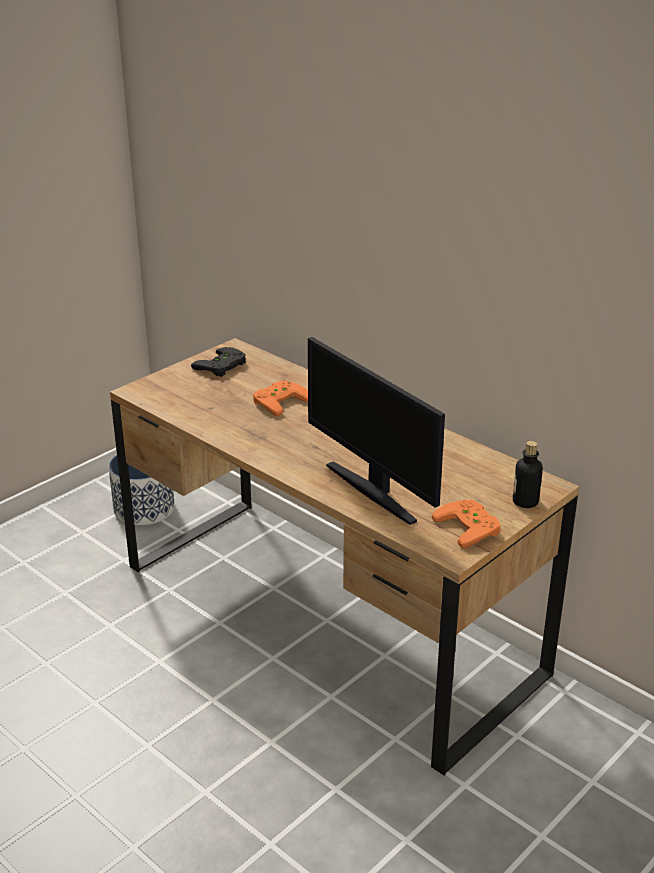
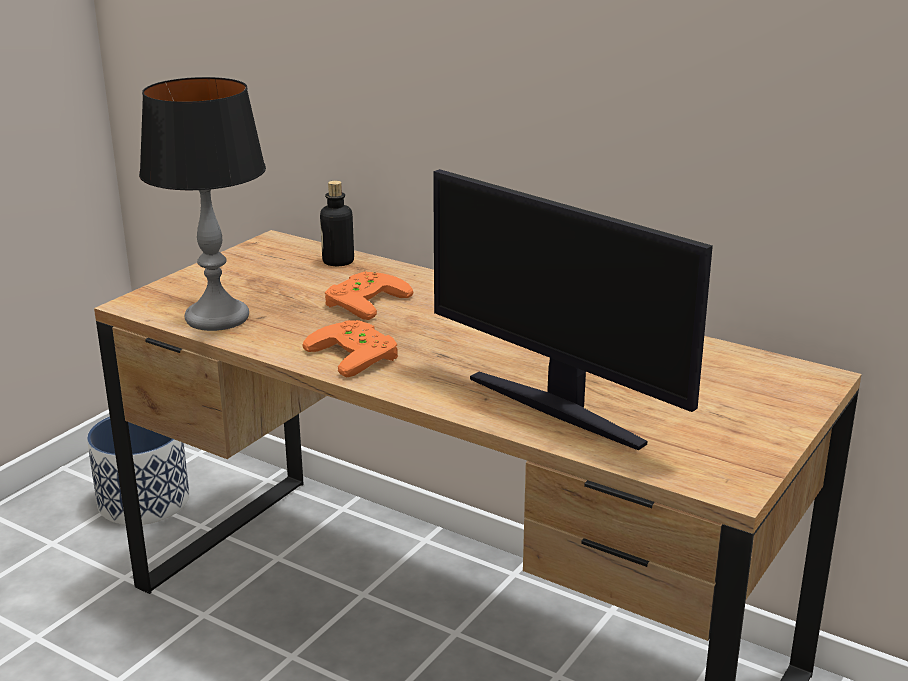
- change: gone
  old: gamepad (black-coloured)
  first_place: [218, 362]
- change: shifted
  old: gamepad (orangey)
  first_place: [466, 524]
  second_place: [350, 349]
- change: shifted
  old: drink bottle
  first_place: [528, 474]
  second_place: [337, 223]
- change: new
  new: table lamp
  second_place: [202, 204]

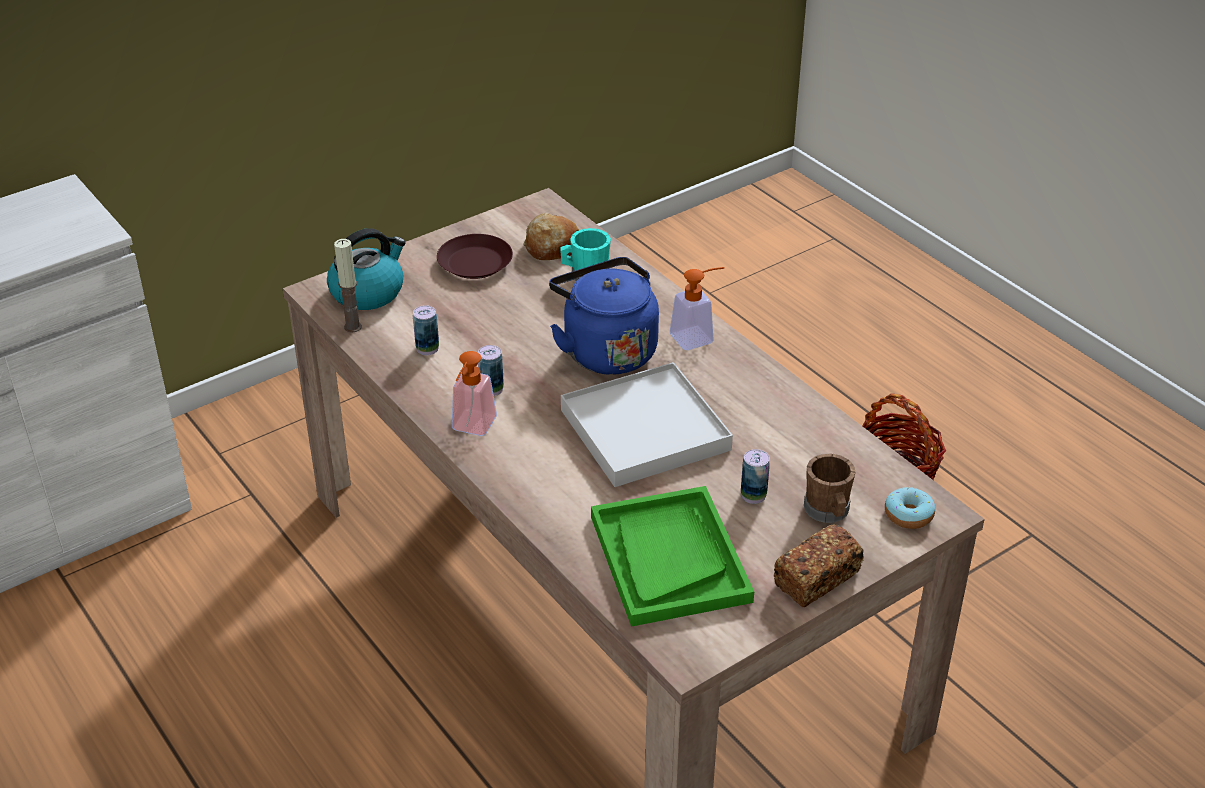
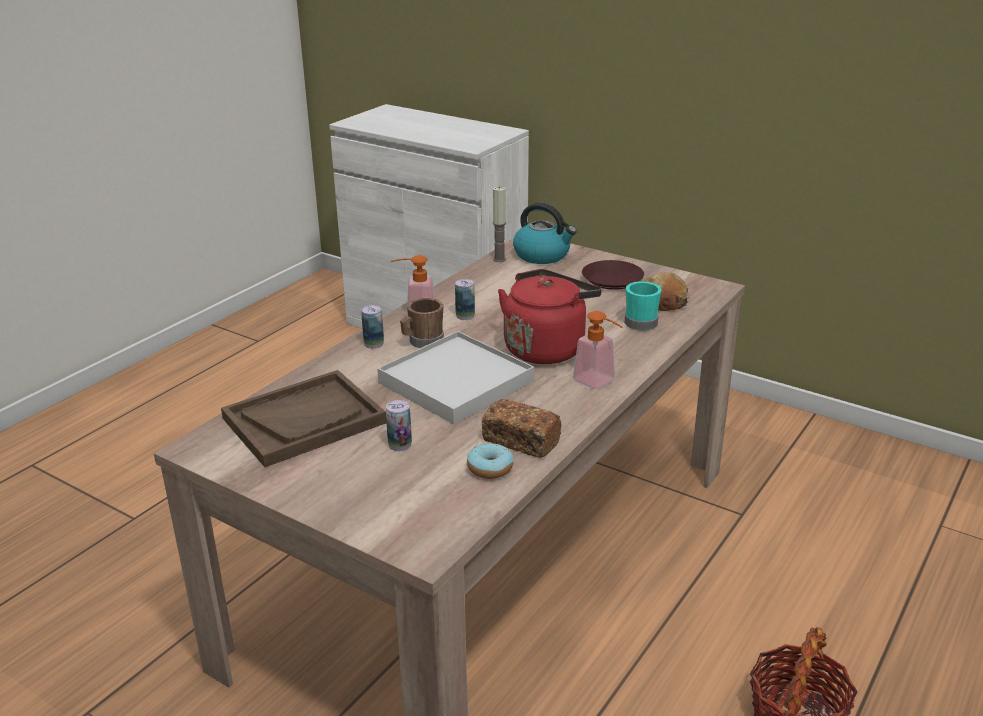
- change: shifted
  old: sealed can
  first_place: [426, 330]
  second_place: [372, 327]
- change: repainted
  old: tea kettle (blue-coloured)
  new: tea kettle (reddish)
  first_place: [604, 316]
  second_place: [550, 316]
- change: repainted
  old: serving tray (green)
  new: serving tray (brown)
  first_place: [672, 556]
  second_place: [303, 418]
- change: shifted
  old: bread
  first_place: [819, 565]
  second_place: [521, 428]
- change: shifted
  old: mug (brown)
  first_place: [829, 488]
  second_place: [422, 323]
- change: shifted
  old: donut
  first_place: [910, 508]
  second_place: [490, 461]

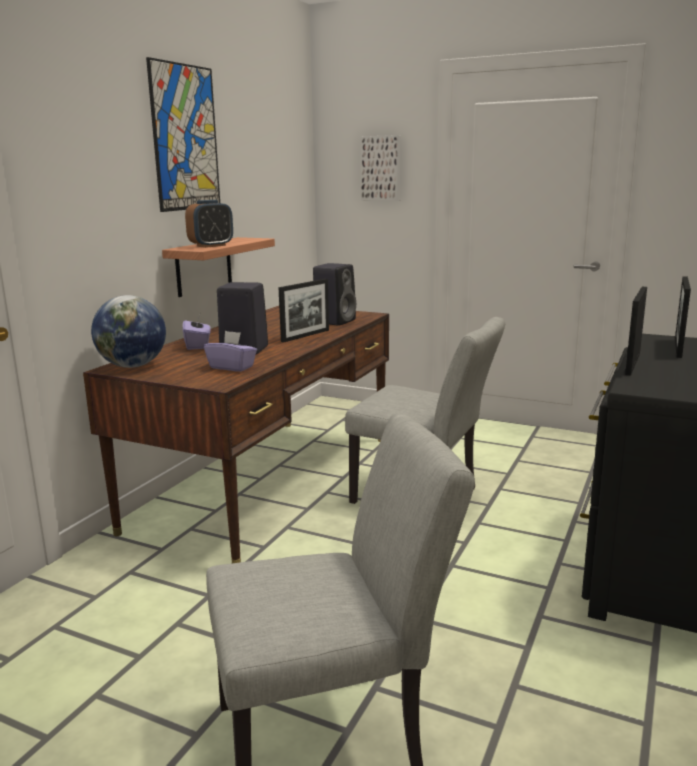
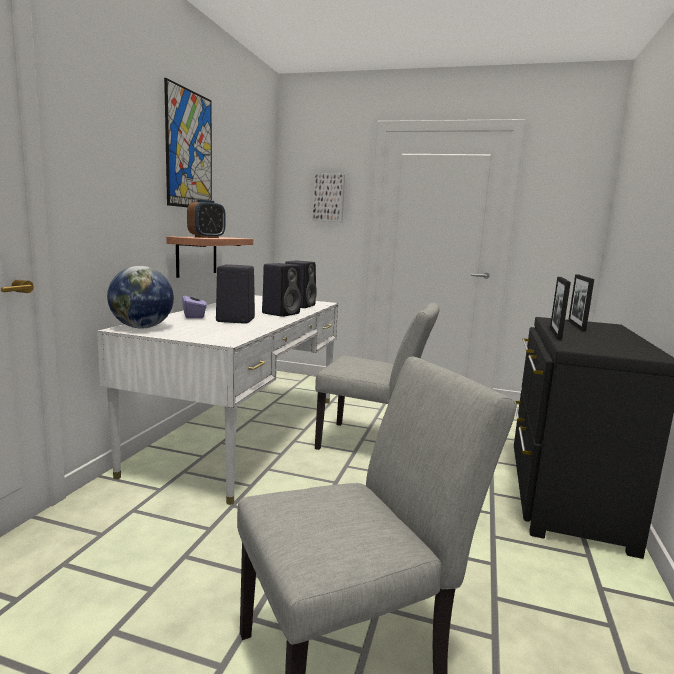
- change: repainted
  old: desk table (brown)
  new: desk table (white-coloured)
  first_place: [236, 434]
  second_place: [217, 400]
- change: gone
  old: box of tissues (purple-coloured)
  first_place: [230, 351]
- change: swapped
  old: standing frame
  new: loudspeaker (black-coloured)
  first_place: [303, 311]
  second_place: [281, 290]

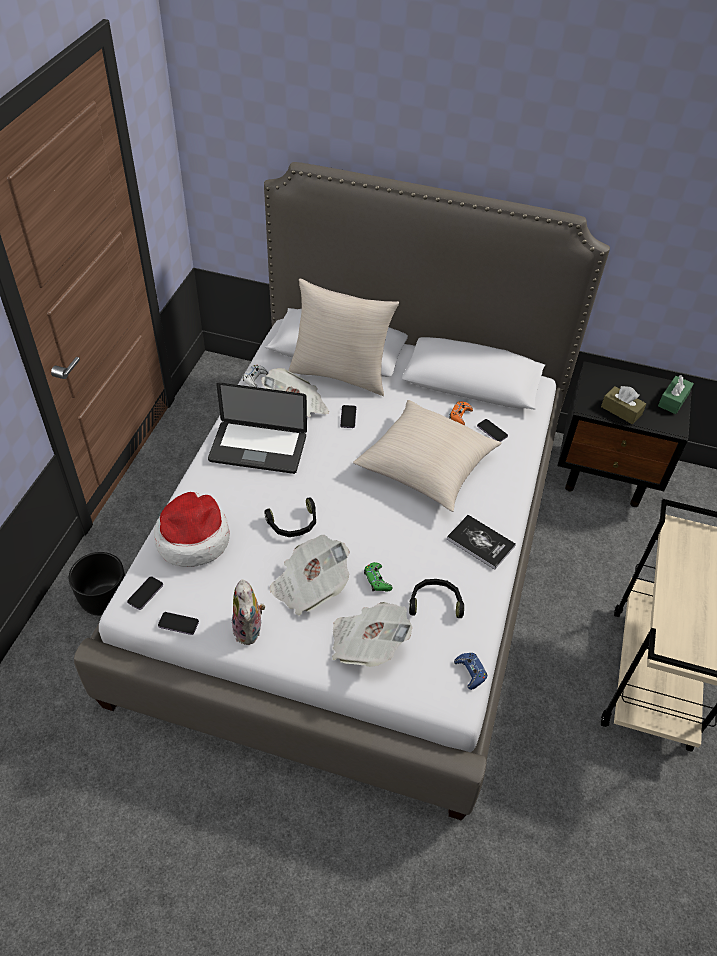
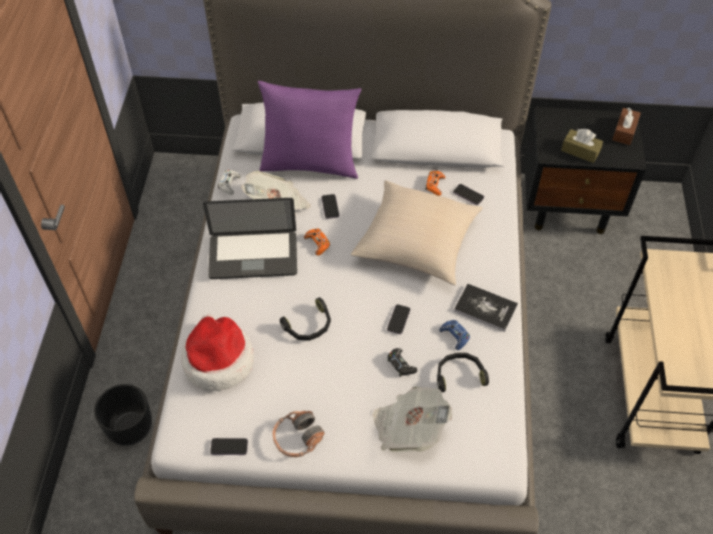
- change: shifted
  old: phone
  first_place: [145, 593]
  second_place: [398, 319]
- change: swapped
  old: soft toy
  new: headset
  first_place: [248, 612]
  second_place: [299, 434]
- change: gone
  old: daily paper
  first_place: [310, 575]
- change: repainted
  old: throw pillow (beige)
  new: throw pillow (purple-coloured)
  first_place: [343, 337]
  second_place: [309, 130]
- change: repainted
  old: gamepad (green)
  new: gamepad (black-coloured)
  first_place: [378, 577]
  second_place: [402, 362]
- change: shifted
  old: gamepad (blue-coloured)
  first_place: [470, 671]
  second_place: [454, 335]
- change: repainted
  old: box of tissues (green)
  new: box of tissues (brown)
  first_place: [676, 394]
  second_place: [626, 126]
- change: new
  new: gamepad (orangey)
  second_place: [317, 242]

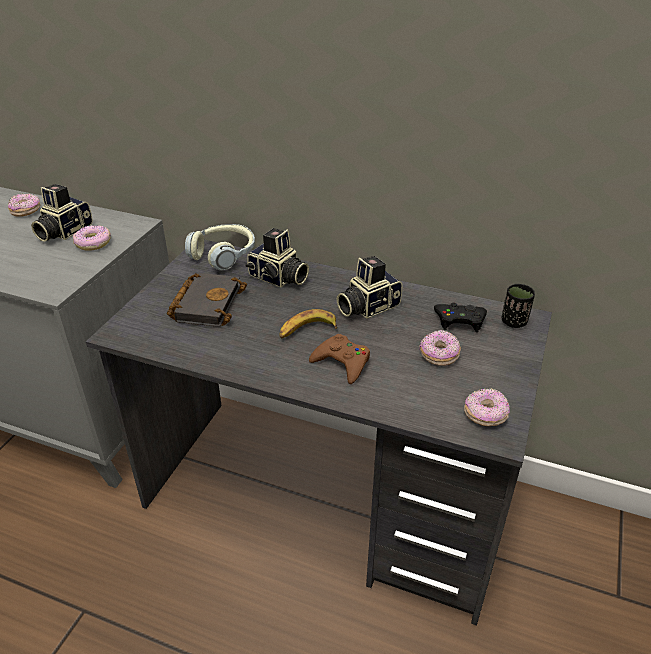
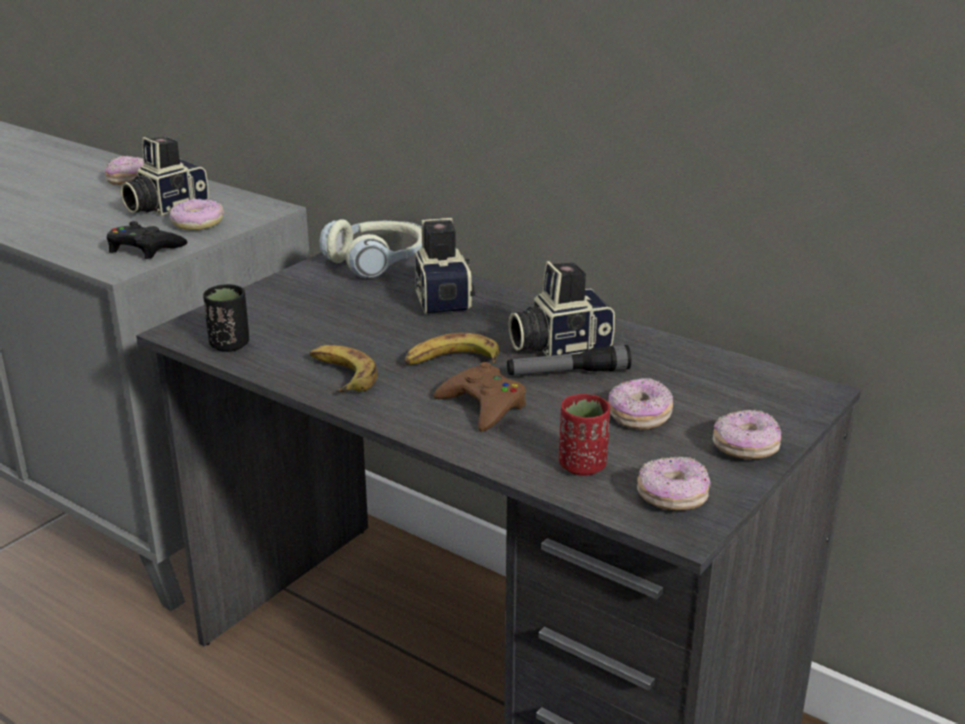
- change: gone
  old: book (black-coloured)
  first_place: [207, 300]
- change: rotated
  old: still camera
  first_place: [277, 257]
  second_place: [445, 266]
  degrees: -150
- change: shifted
  old: gamepad (black-coloured)
  first_place: [460, 317]
  second_place: [147, 240]
- change: shifted
  old: small cup (black-coloured)
  first_place: [518, 306]
  second_place: [226, 318]
- change: new
  new: banana
  second_place: [343, 368]
- change: new
  new: torch
  second_place: [569, 360]
- change: new
  new: small cup (reddish)
  second_place: [584, 435]
- change: new
  new: donut
  second_place: [747, 434]

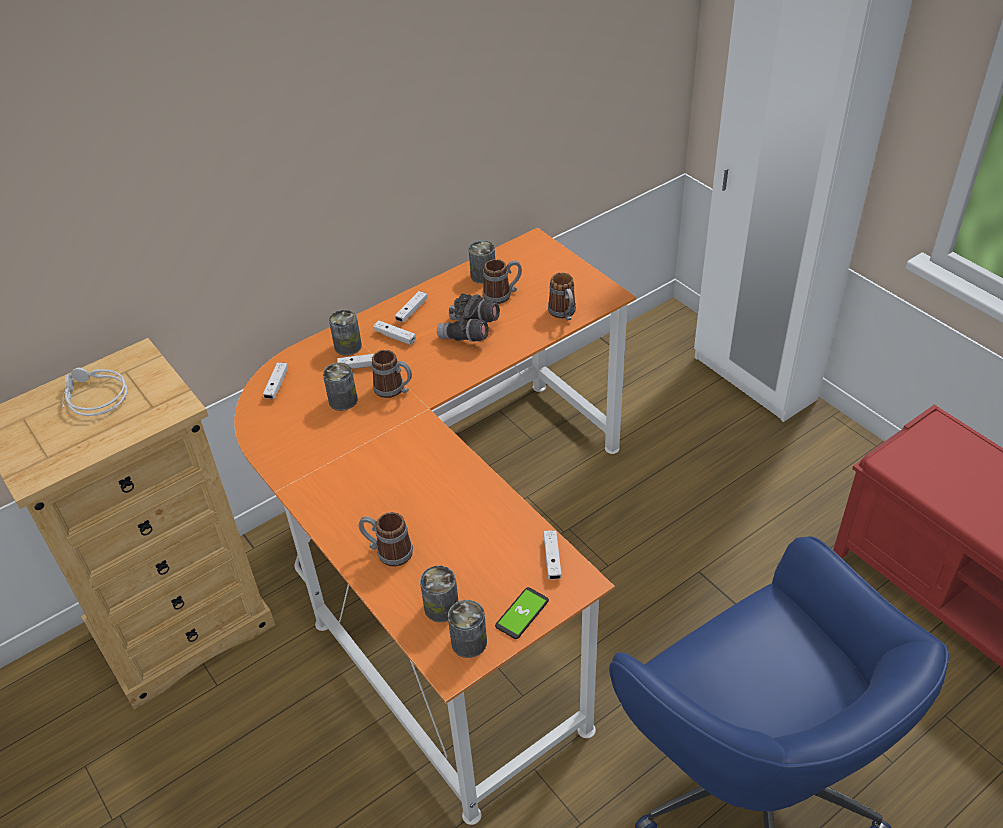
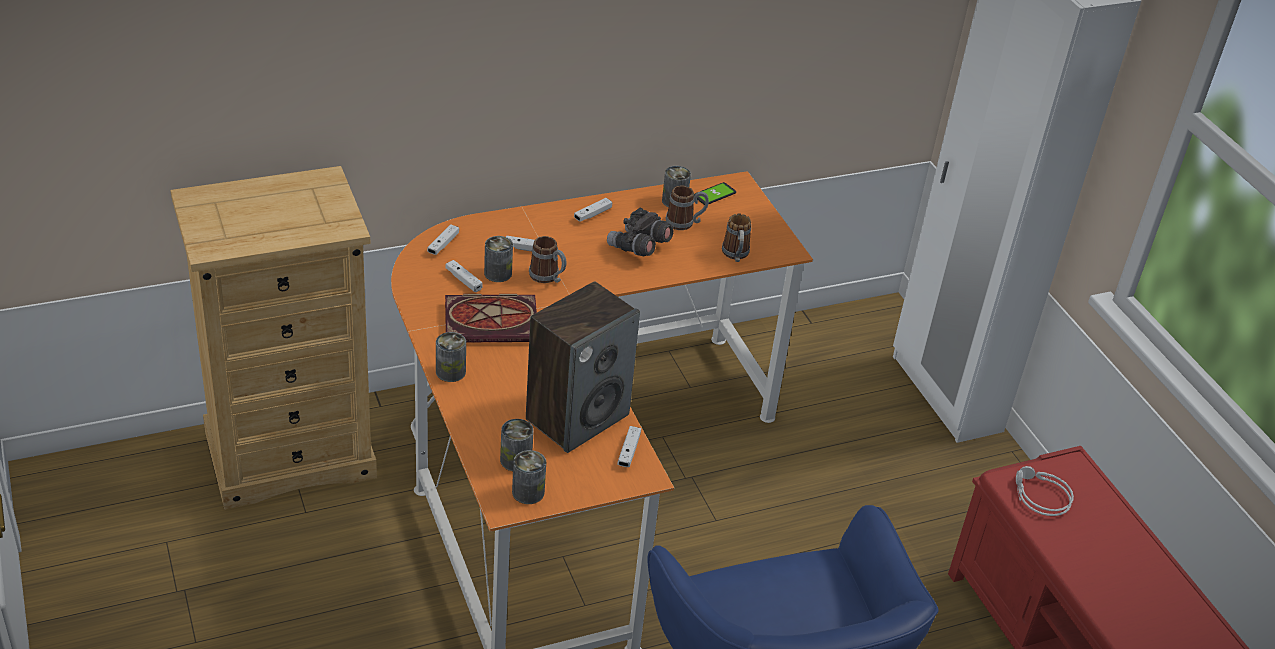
- change: shifted
  old: headset (greyish)
  first_place: [94, 391]
  second_place: [1045, 491]
- change: shifted
  old: sealed can
  first_place: [345, 333]
  second_place: [451, 357]
- change: gone
  old: mug
  first_place: [385, 539]
- change: shifted
  old: gamepad (white-coloured)
  first_place: [394, 332]
  second_place: [464, 276]
- change: shifted
  old: phone
  first_place: [522, 613]
  second_place: [715, 193]
- change: new
  new: book
  second_place: [491, 318]
- change: new
  new: loudspeaker
  second_place: [583, 367]

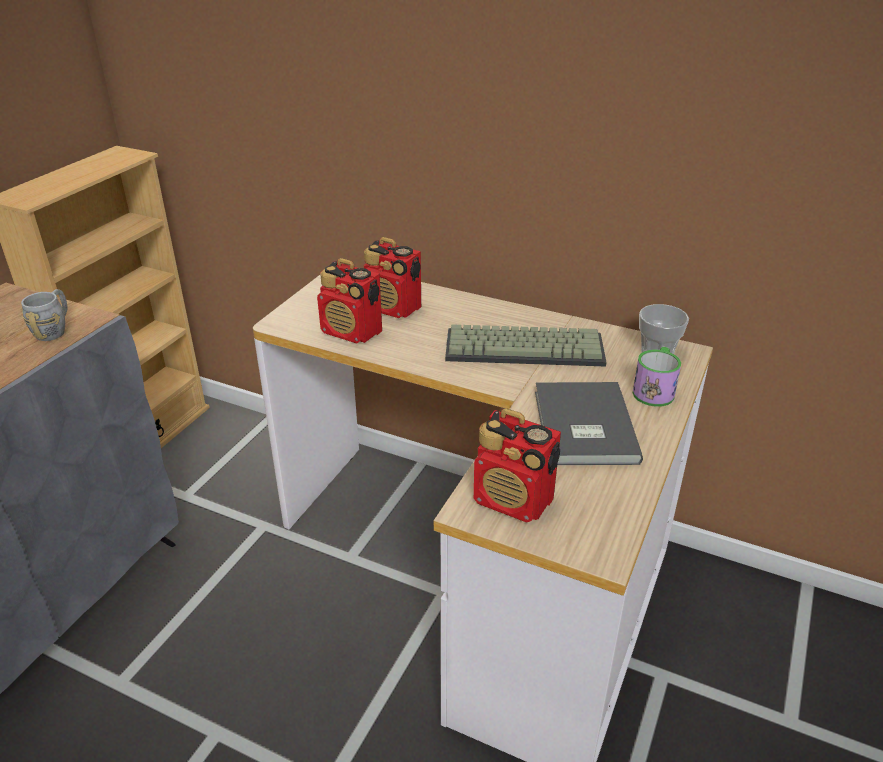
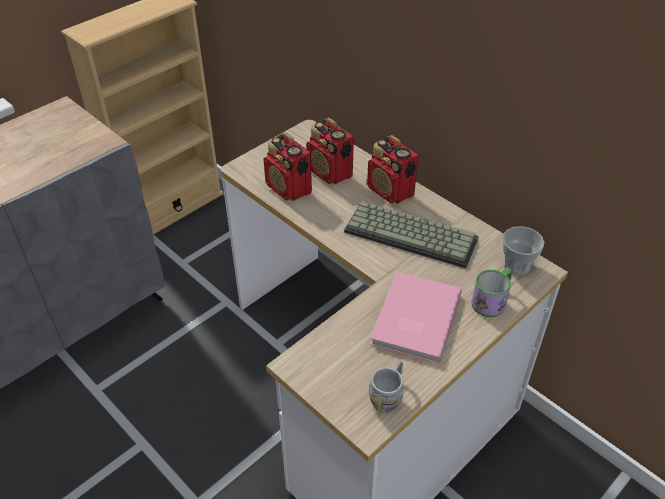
- change: shifted
  old: mug (greyish)
  first_place: [44, 315]
  second_place: [386, 387]
- change: shifted
  old: radio
  first_place: [517, 466]
  second_place: [393, 169]
- change: repainted
  old: book (greyish)
  new: book (pinkish)
  first_place: [589, 423]
  second_place: [416, 318]

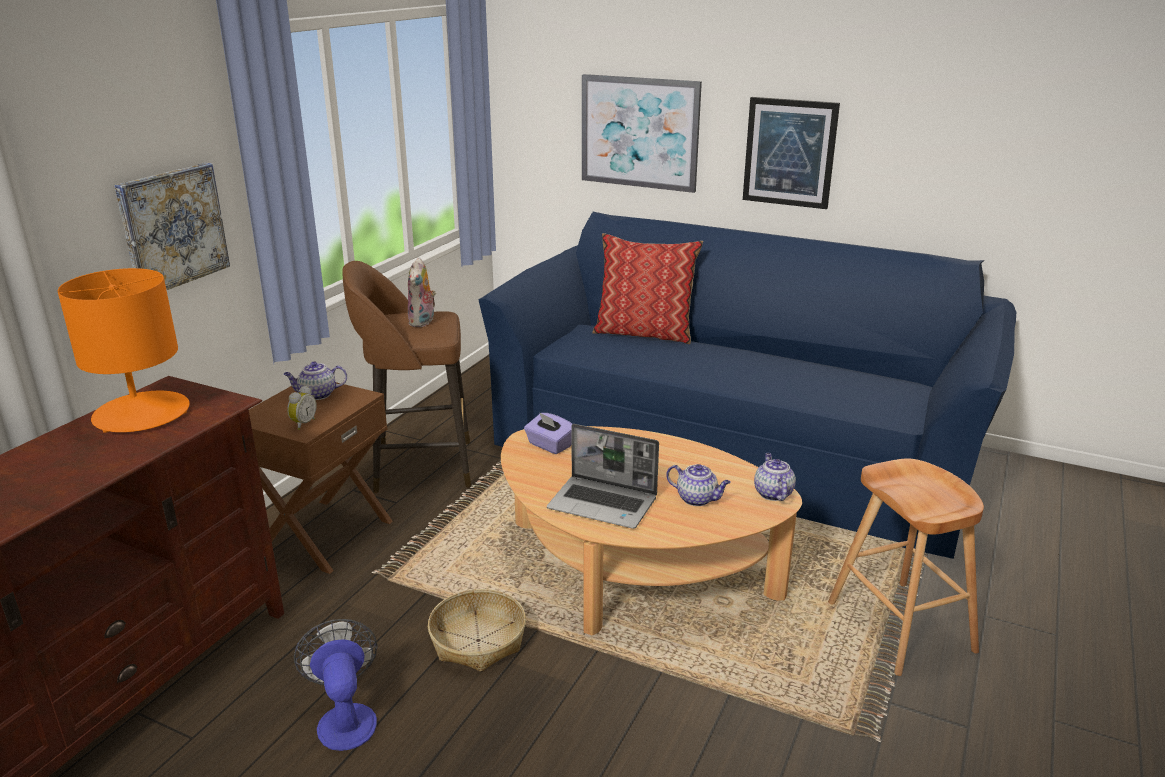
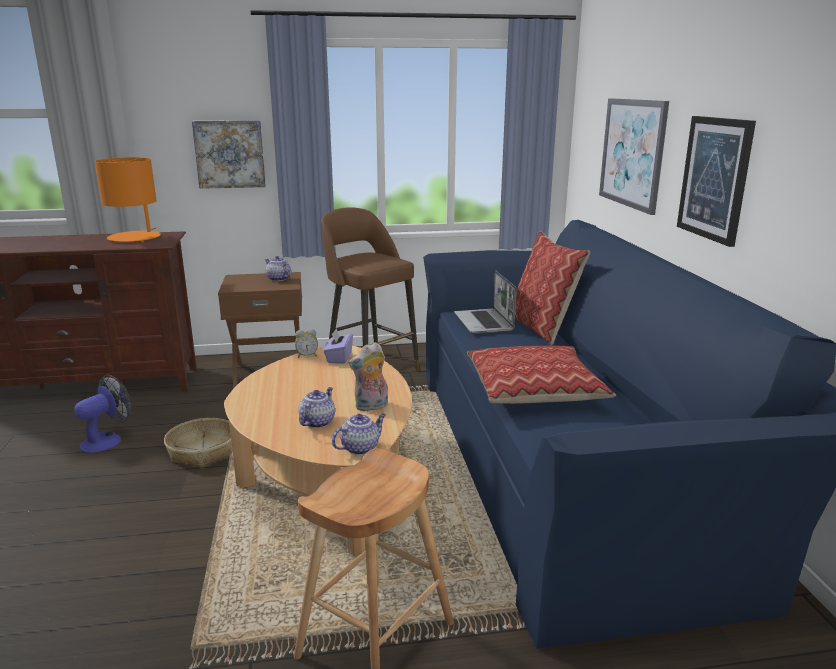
- change: shifted
  old: bedside clock
  first_place: [302, 408]
  second_place: [306, 343]
- change: shifted
  old: soft toy
  first_place: [422, 292]
  second_place: [368, 377]
- change: shifted
  old: laptop
  first_place: [603, 476]
  second_place: [485, 302]
- change: rotated
  old: tea pot
  first_place: [698, 485]
  second_place: [316, 407]
  degrees: -150
- change: new
  new: throw pillow
  second_place: [541, 375]

